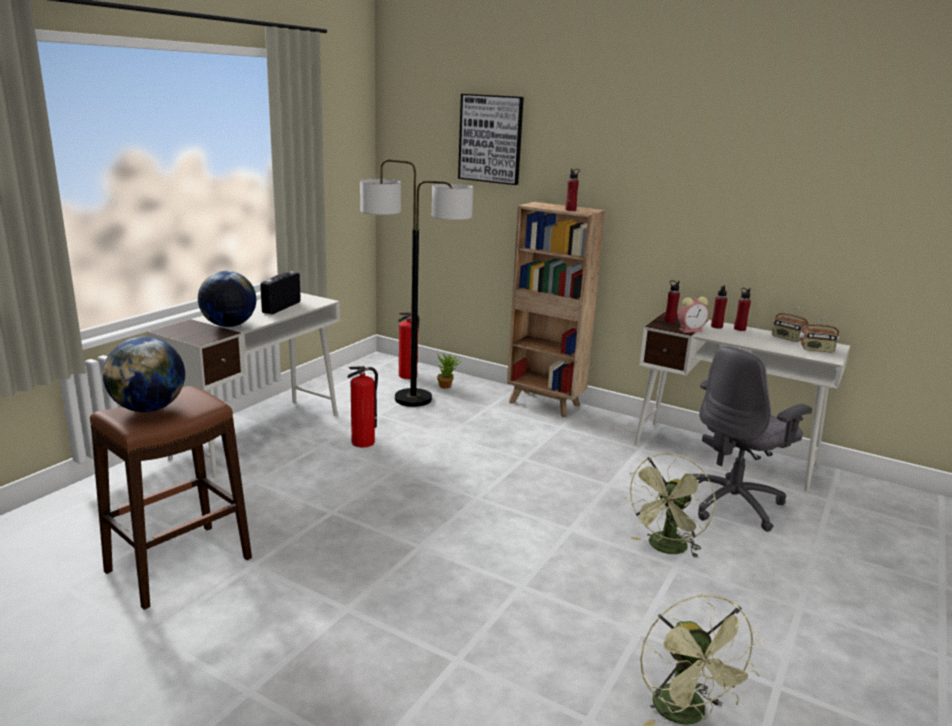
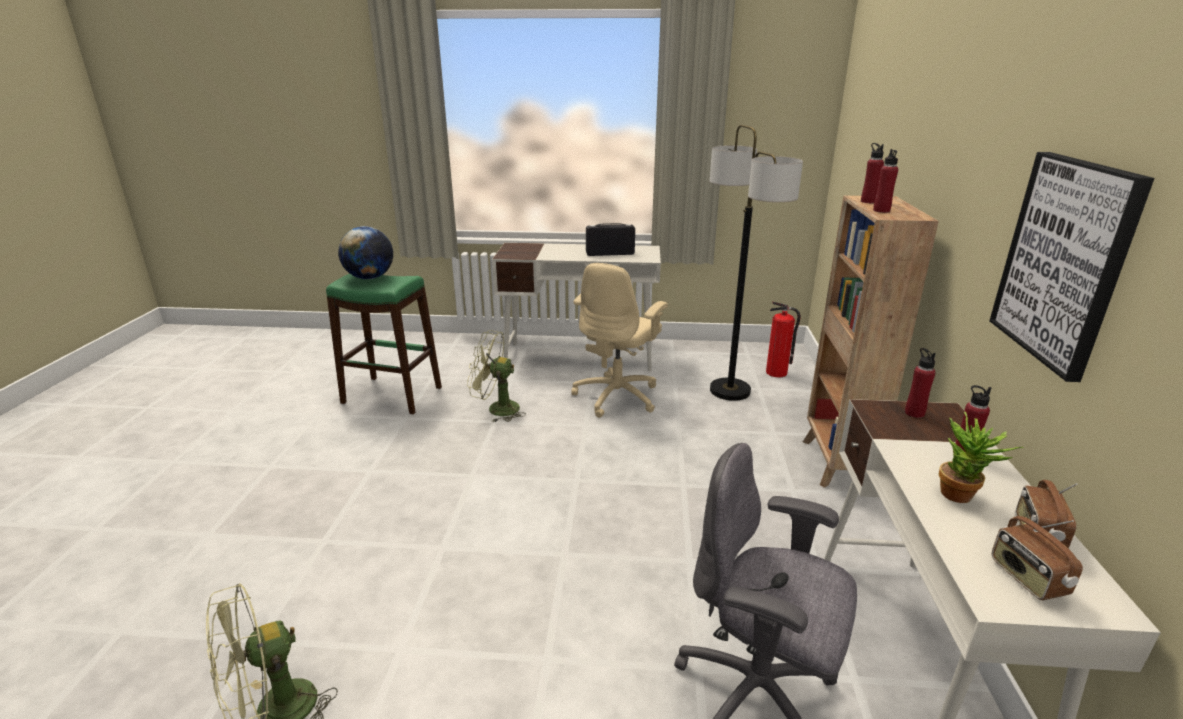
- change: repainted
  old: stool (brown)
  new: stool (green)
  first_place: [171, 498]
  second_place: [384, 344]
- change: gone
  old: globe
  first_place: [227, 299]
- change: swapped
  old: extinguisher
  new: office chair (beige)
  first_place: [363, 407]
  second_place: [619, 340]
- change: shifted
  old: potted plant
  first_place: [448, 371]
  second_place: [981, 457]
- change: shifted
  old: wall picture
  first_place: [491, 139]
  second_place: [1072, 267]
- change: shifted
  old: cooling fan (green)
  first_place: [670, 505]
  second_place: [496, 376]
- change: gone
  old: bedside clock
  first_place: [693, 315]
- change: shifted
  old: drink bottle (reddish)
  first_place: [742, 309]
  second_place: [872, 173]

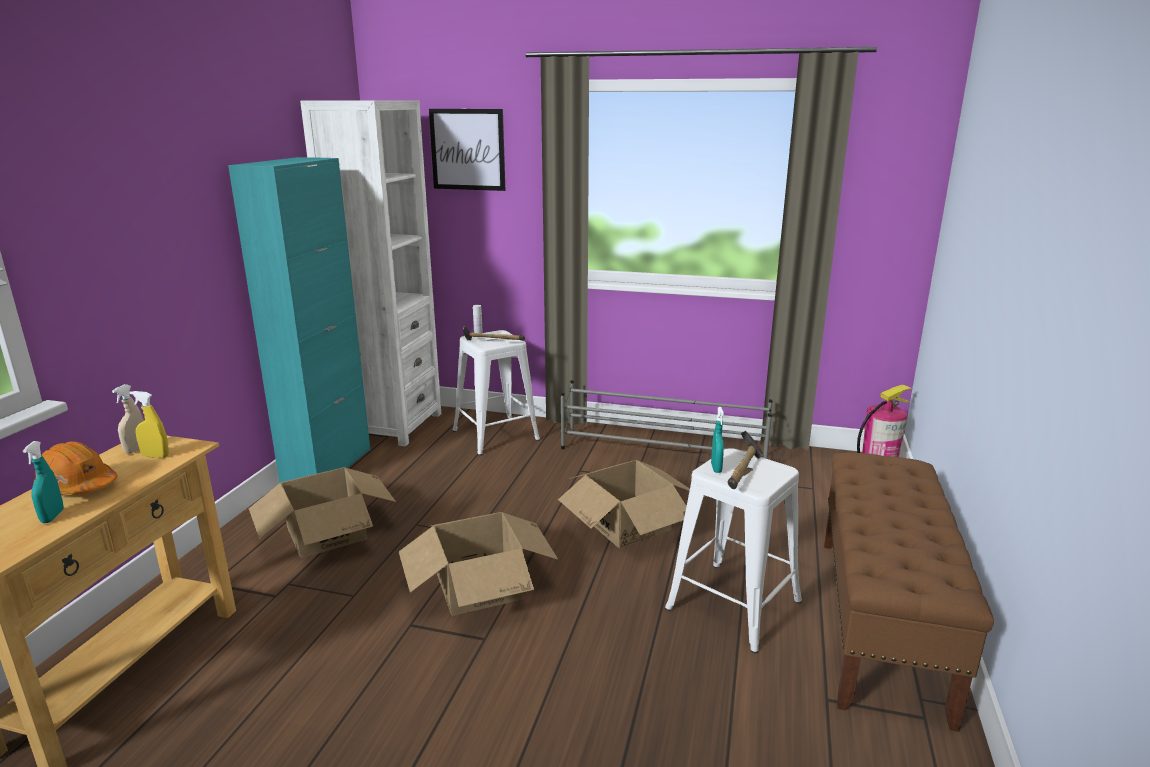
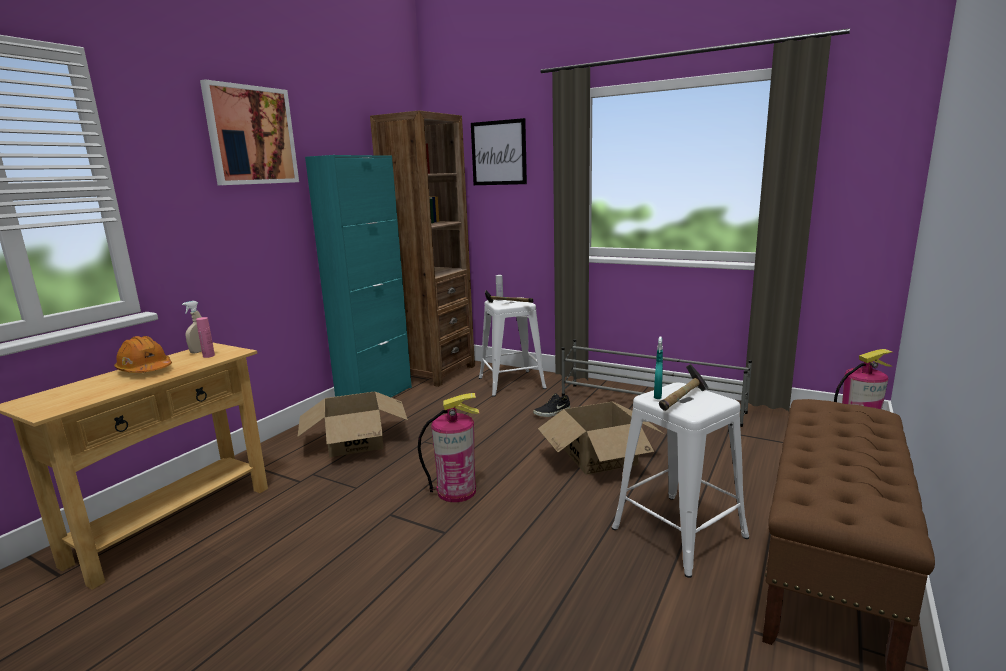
- change: gone
  old: sprayer (turquoise)
  first_place: [43, 482]
- change: swapped
  old: sprayer (yellowish)
  new: drink bottle (pinkish)
  first_place: [149, 424]
  second_place: [205, 337]
- change: repainted
  old: bookcase (white-coloured)
  new: bookcase (brown)
  first_place: [370, 273]
  second_place: [422, 248]
- change: swapped
  old: cardboard box
  new: extinguisher
  first_place: [478, 564]
  second_place: [449, 447]
- change: new
  new: wall picture
  second_place: [249, 132]
- change: new
  new: low shoe (black-coloured)
  second_place: [551, 405]

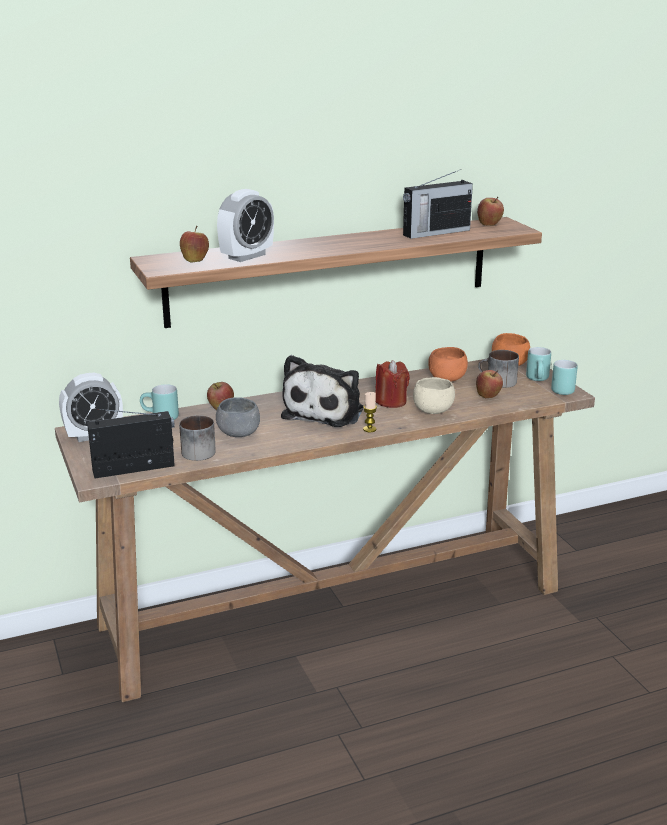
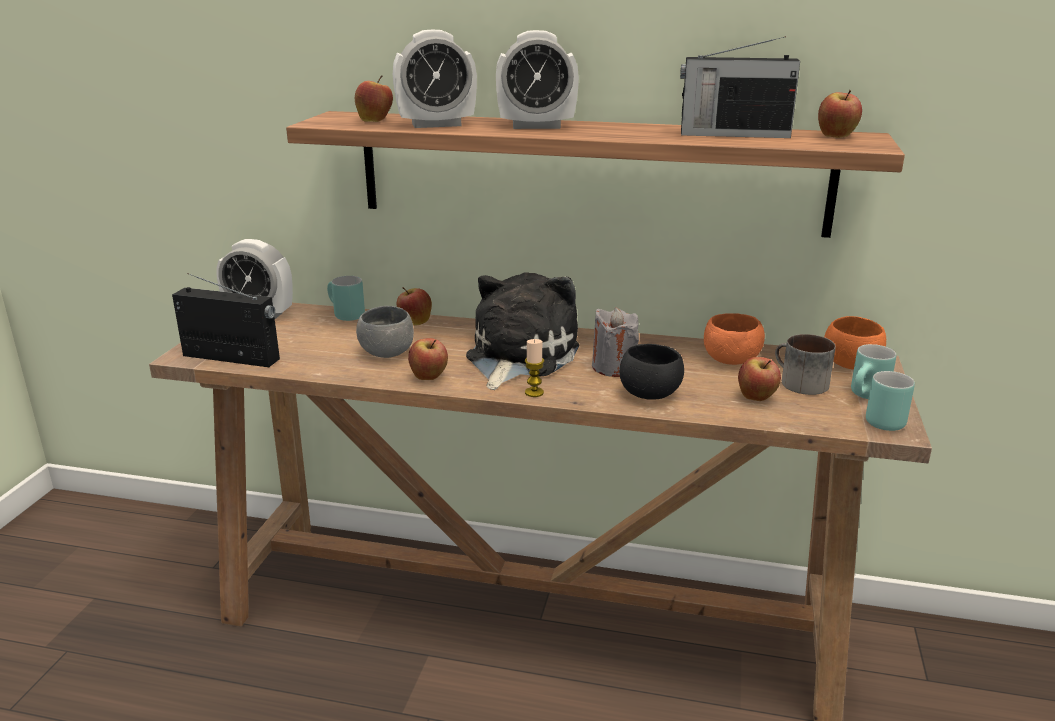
- change: gone
  old: mug
  first_place: [197, 438]
- change: rotated
  old: soft toy
  first_place: [322, 391]
  second_place: [522, 331]
  degrees: 150
- change: repainted
  old: wax light (reddish)
  new: wax light (greyish)
  first_place: [392, 384]
  second_place: [615, 342]
- change: repainted
  old: bowl (beige)
  new: bowl (black-coloured)
  first_place: [434, 395]
  second_place: [652, 372]
- change: new
  new: apple
  second_place: [428, 359]
- change: new
  new: bedside clock
  second_place: [537, 79]

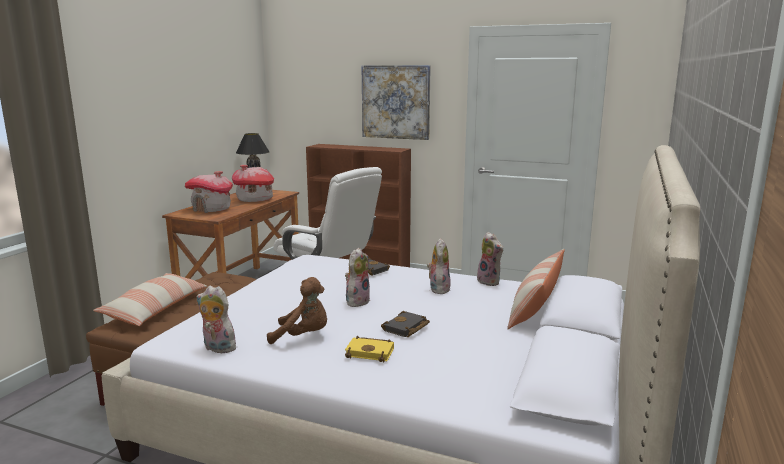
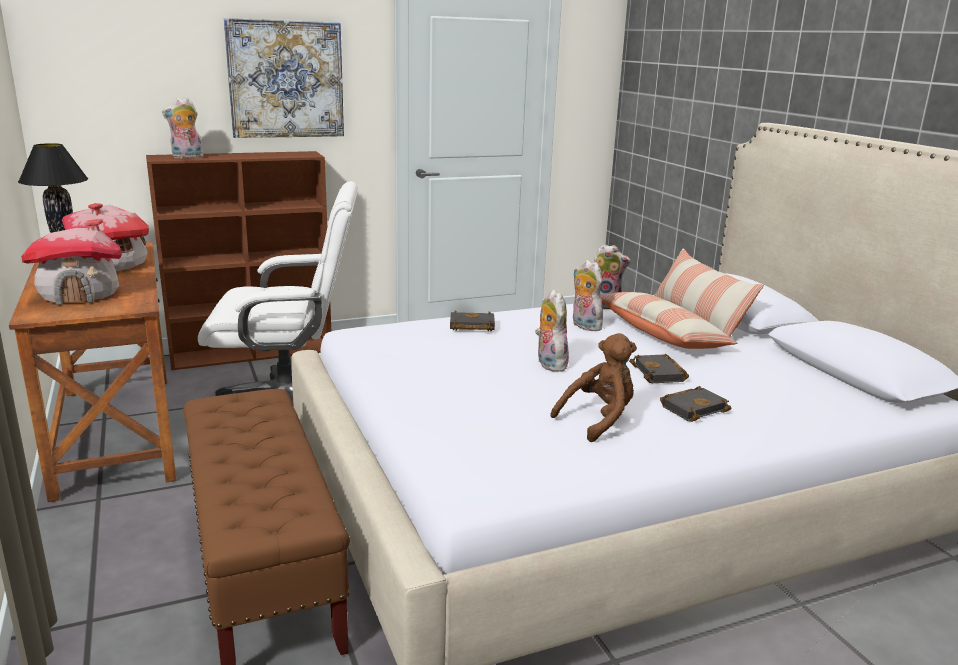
- change: shifted
  old: throw pillow
  first_place: [150, 299]
  second_place: [668, 320]
- change: shifted
  old: soft toy
  first_place: [216, 319]
  second_place: [182, 128]
- change: repainted
  old: book (yellowish)
  new: book (black-coloured)
  first_place: [369, 349]
  second_place: [695, 404]

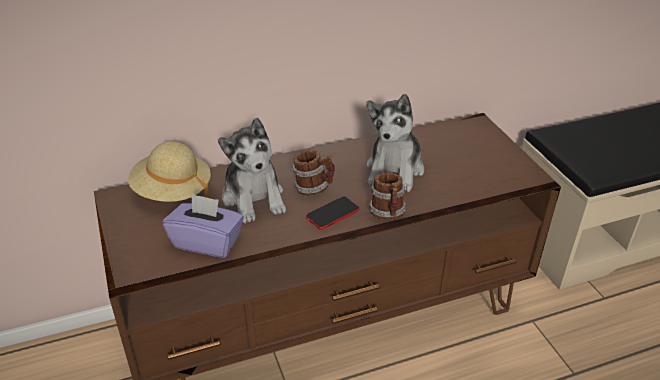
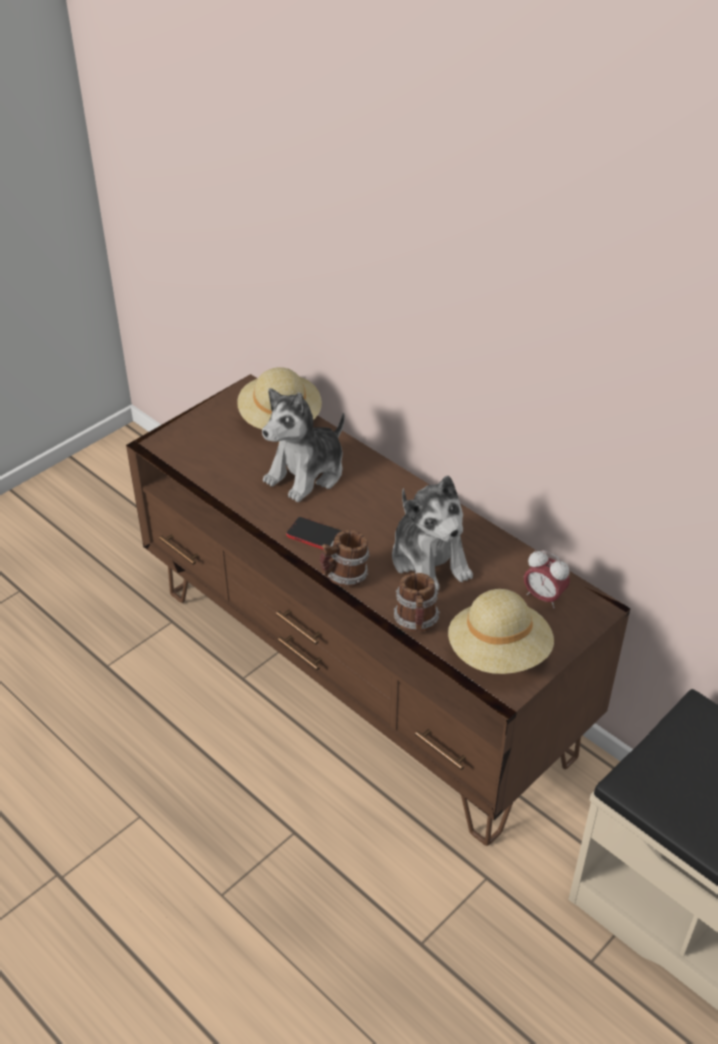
- change: gone
  old: box of tissues (purple-coloured)
  first_place: [203, 225]
- change: shifted
  old: mug
  first_place: [313, 173]
  second_place: [417, 602]
- change: rotated
  old: soft toy
  first_place: [395, 143]
  second_place: [432, 533]
  degrees: -105
- change: new
  new: hat (beige)
  second_place: [501, 631]
- change: new
  new: bedside clock
  second_place: [547, 579]

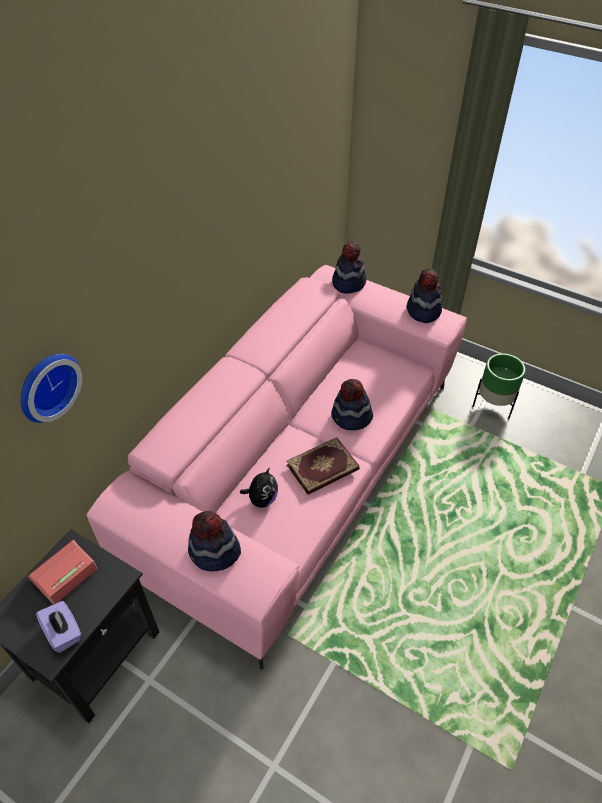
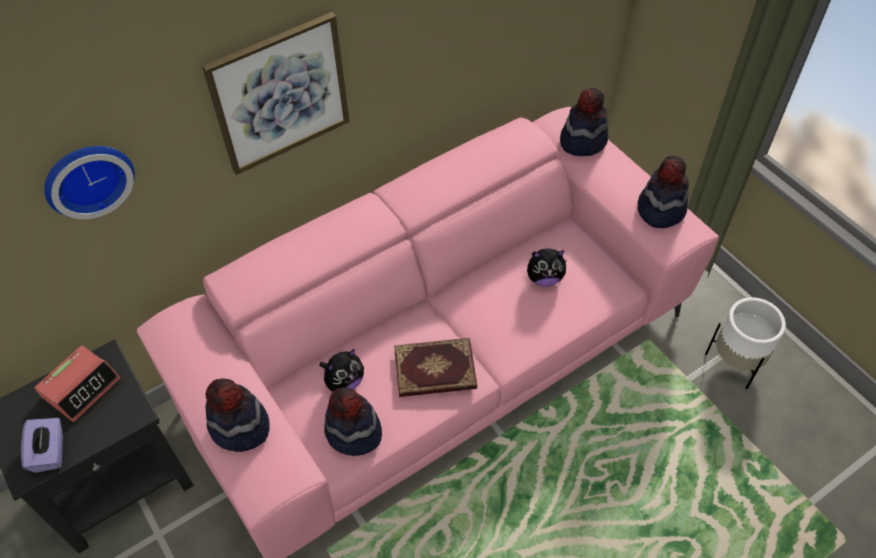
- change: rotated
  old: bedside clock
  first_place: [62, 572]
  second_place: [77, 384]
  degrees: 150
- change: shifted
  old: hat
  first_place: [352, 404]
  second_place: [353, 421]
- change: repainted
  old: plant pot (green)
  new: plant pot (white-coloured)
  first_place: [499, 386]
  second_place: [745, 343]
- change: new
  new: wall picture
  second_place: [276, 93]
- change: new
  new: soft toy
  second_place: [547, 267]

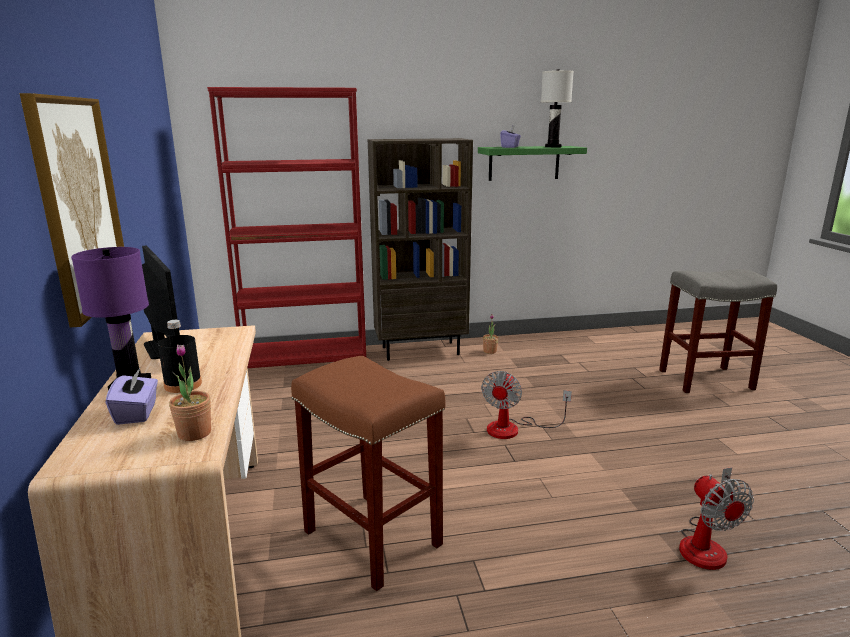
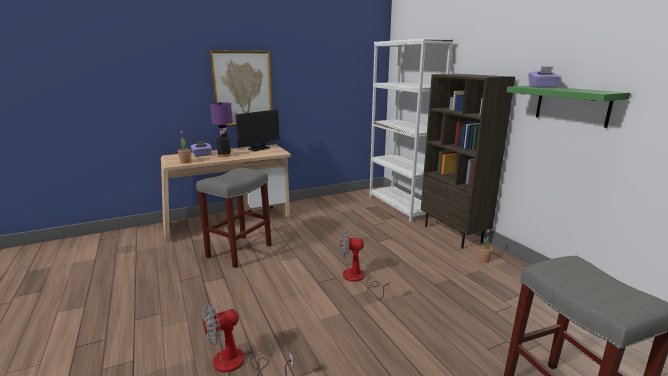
- change: repainted
  old: bookcase (reddish)
  new: bookcase (white-coloured)
  first_place: [286, 227]
  second_place: [411, 130]
- change: repainted
  old: stool (brown)
  new: stool (greyish)
  first_place: [368, 473]
  second_place: [234, 218]
- change: gone
  old: table lamp (white-coloured)
  first_place: [557, 108]

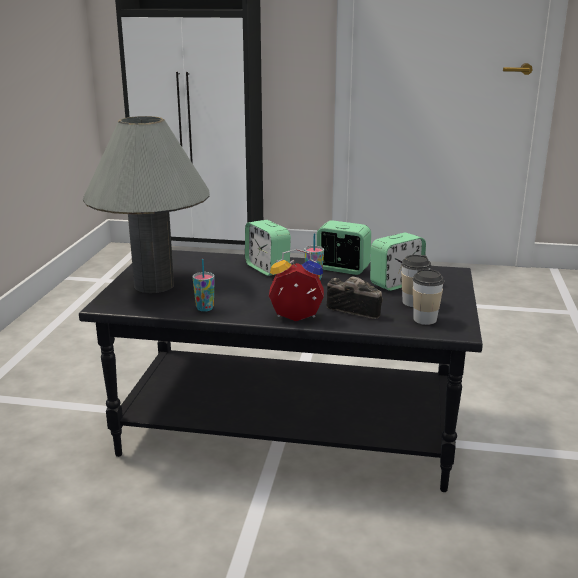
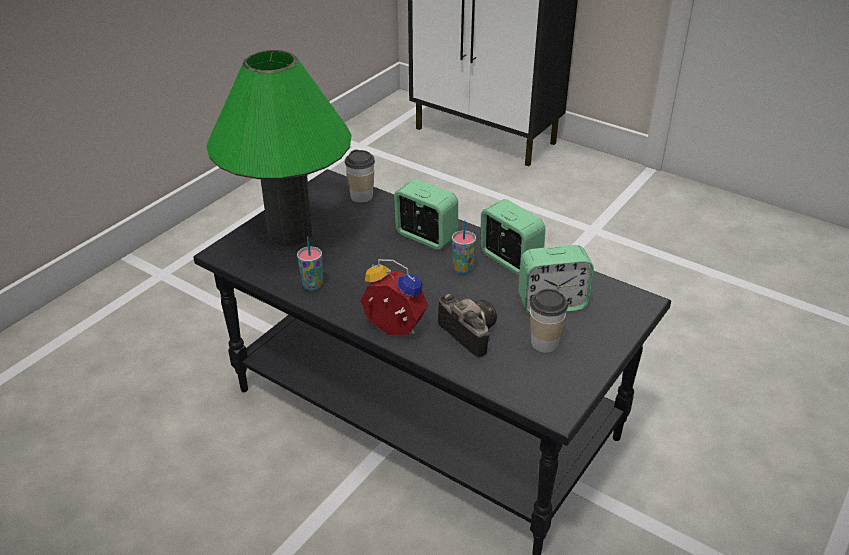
- change: repainted
  old: table lamp (greyish)
  new: table lamp (green)
  first_place: [146, 204]
  second_place: [279, 148]
- change: rotated
  old: bedside clock
  first_place: [268, 248]
  second_place: [426, 214]
  degrees: 135
- change: shifted
  old: small cup
  first_place: [428, 297]
  second_place: [360, 176]

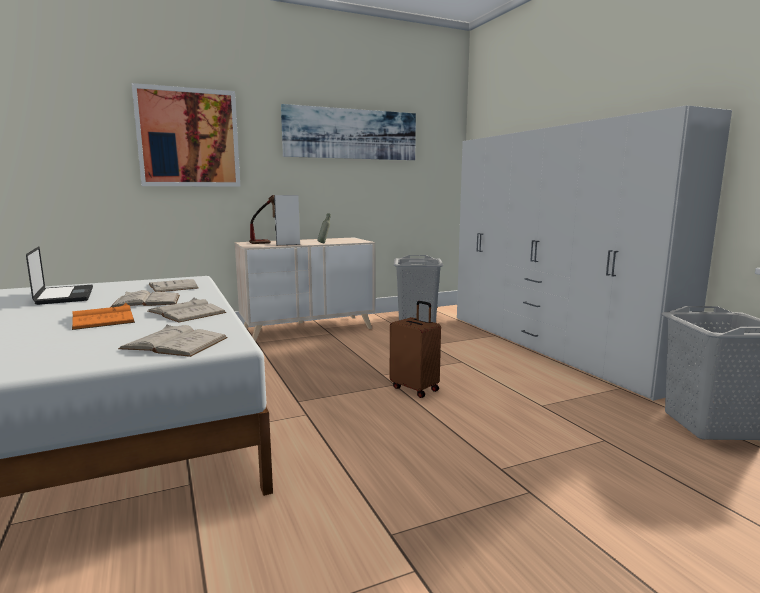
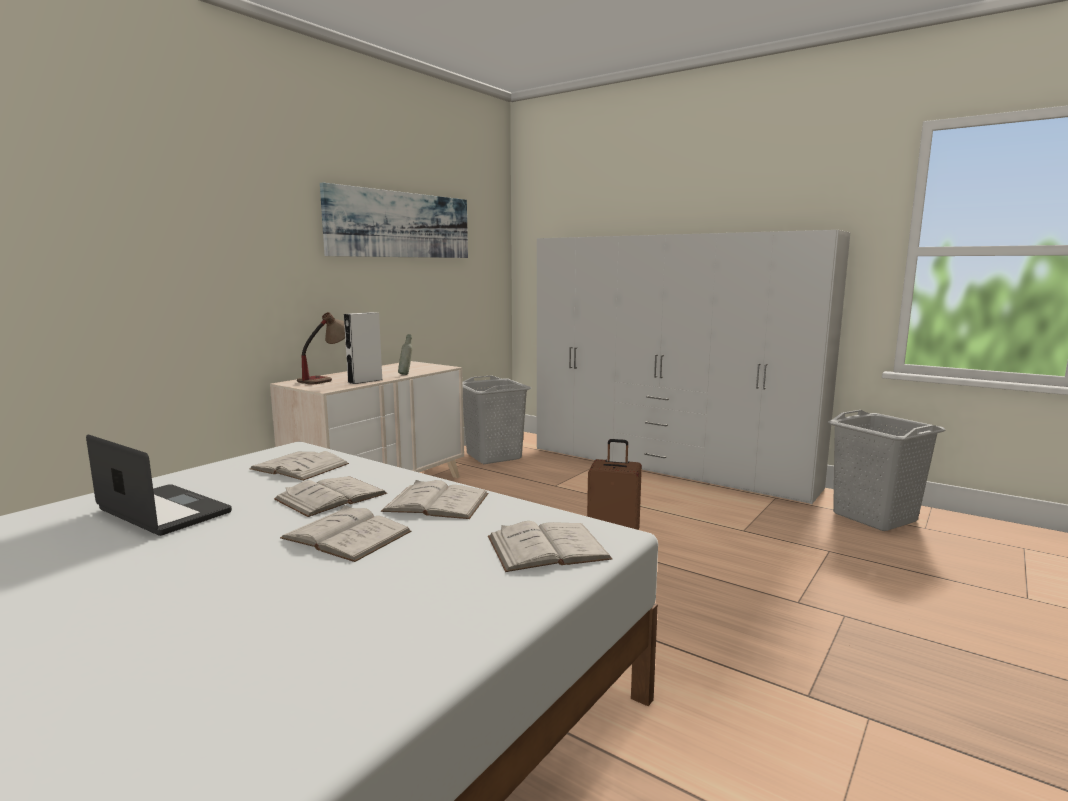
- change: repainted
  old: book (orangey)
  new: book (white-coloured)
  first_place: [103, 316]
  second_place: [346, 533]
- change: gone
  old: wall picture
  first_place: [186, 135]

